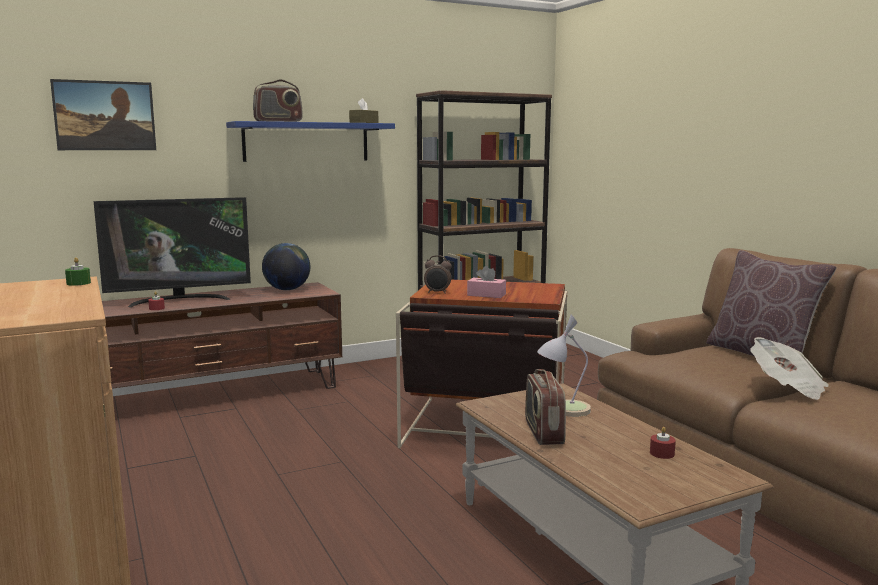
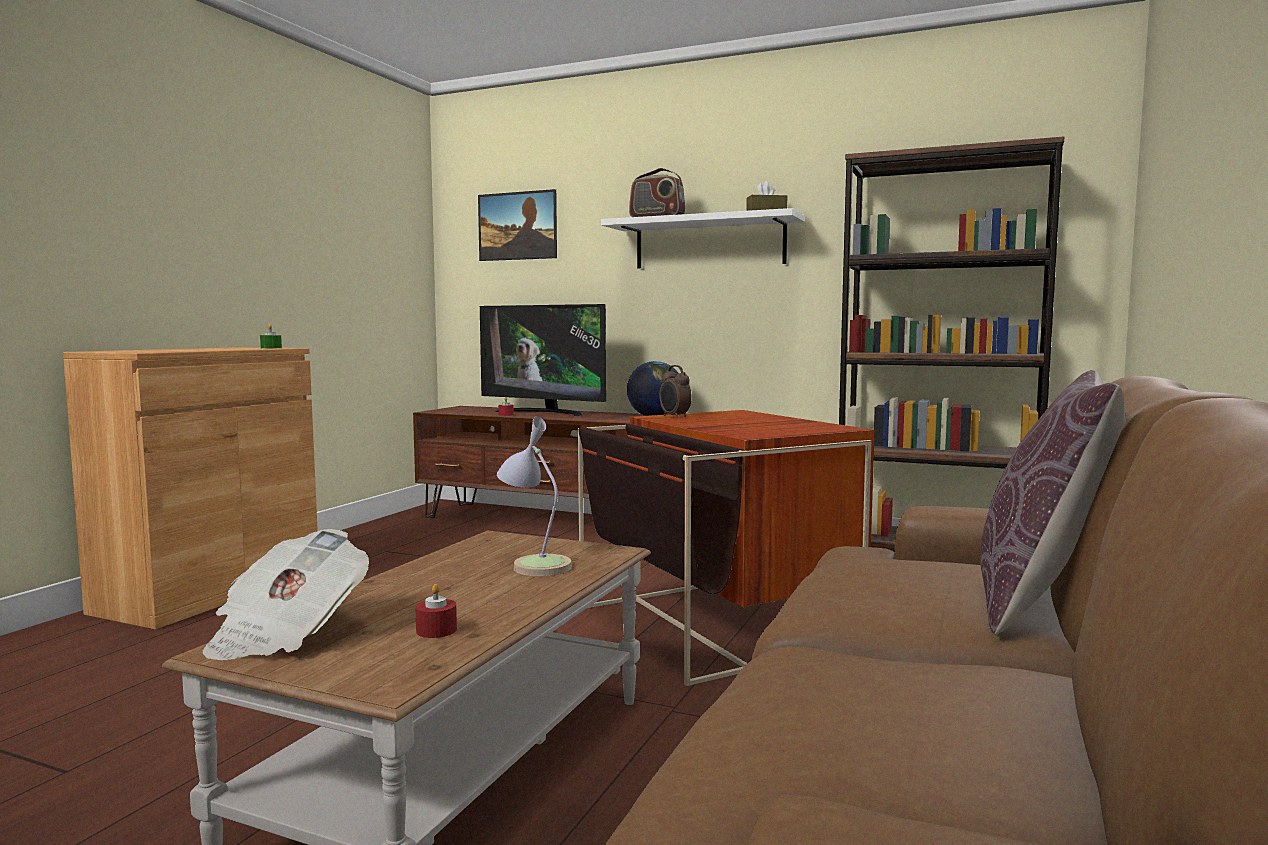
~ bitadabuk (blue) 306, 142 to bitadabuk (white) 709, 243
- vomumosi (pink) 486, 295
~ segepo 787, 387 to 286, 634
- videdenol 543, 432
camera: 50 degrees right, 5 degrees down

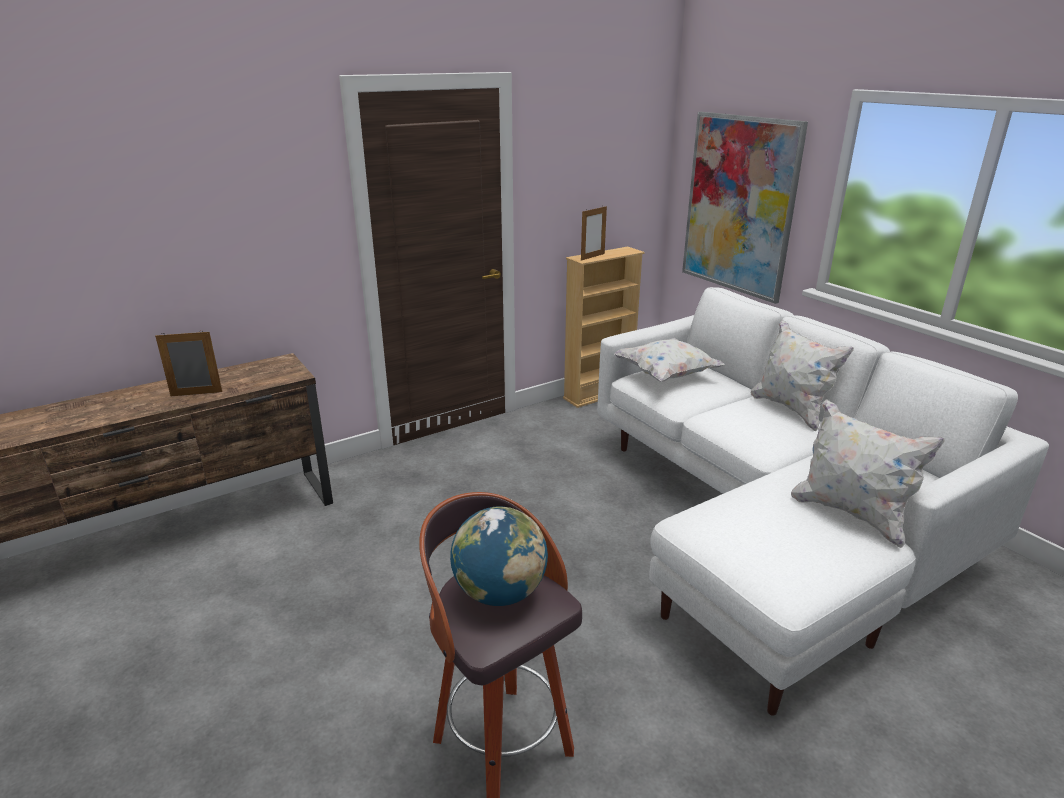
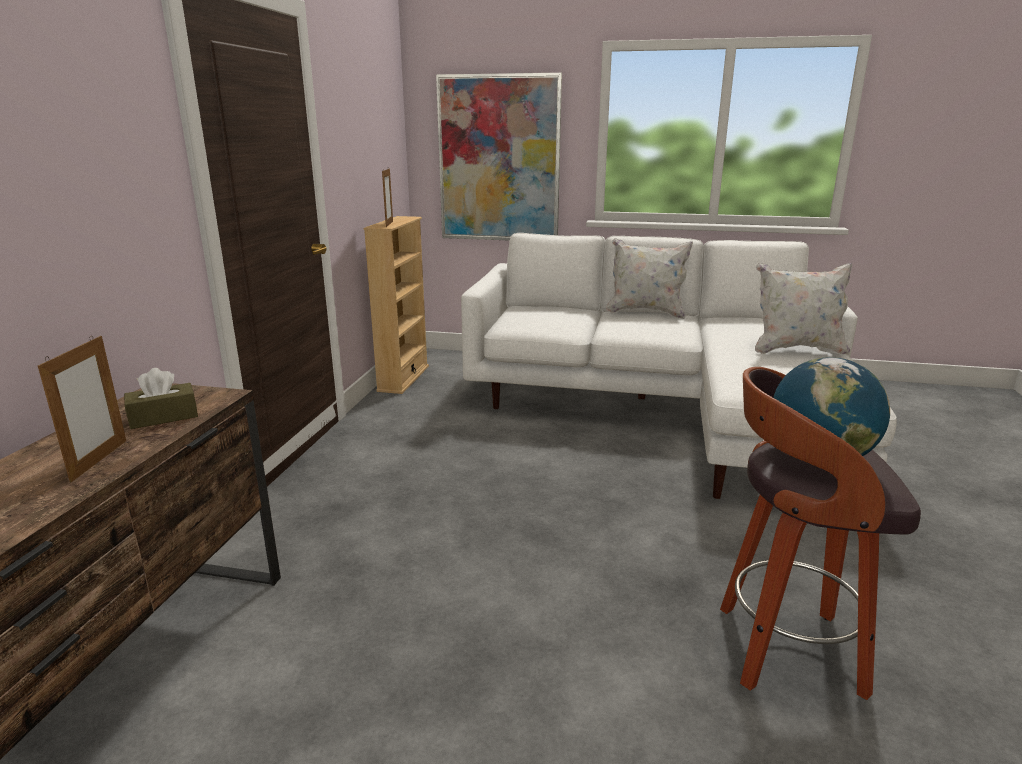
~ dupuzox 196, 394 = 99, 460 150 degrees clockwise
- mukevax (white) 666, 375
+ vomumosi (brown) 164, 417
camera: 45 degrees left, 5 degrees down

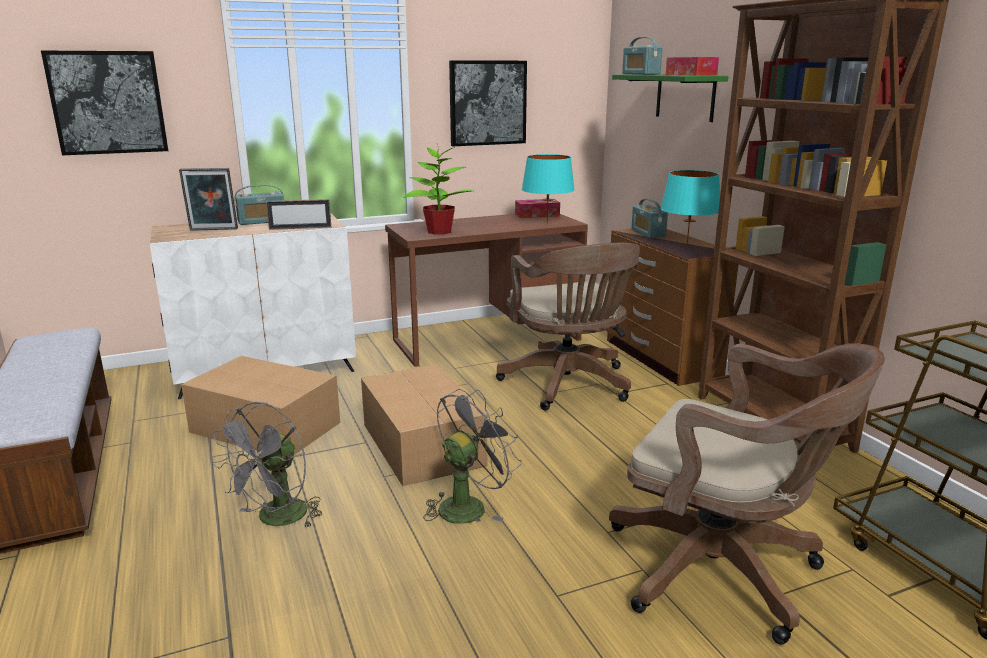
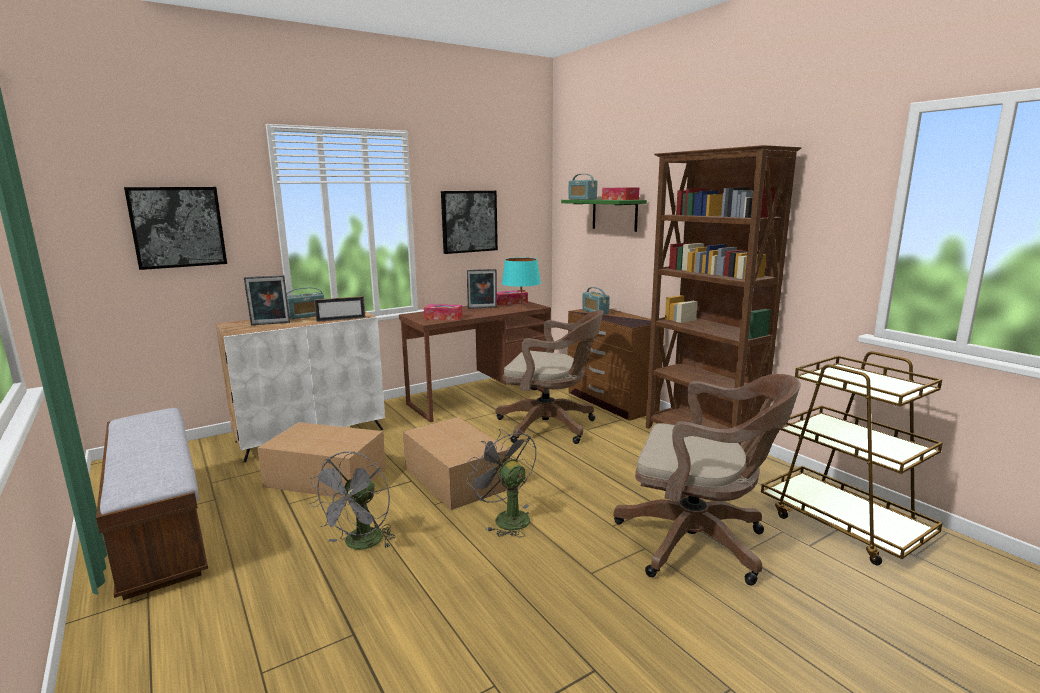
~ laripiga 438, 231 to vomumosi 443, 317
- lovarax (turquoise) 686, 247
~ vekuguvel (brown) 568, 385 = 551, 426 45 degrees counterclockwise
~ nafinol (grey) 468, 505 = 506, 518 75 degrees counterclockwise
+ dupuzox 482, 308
camera: 10 degrees left, 5 degrees down

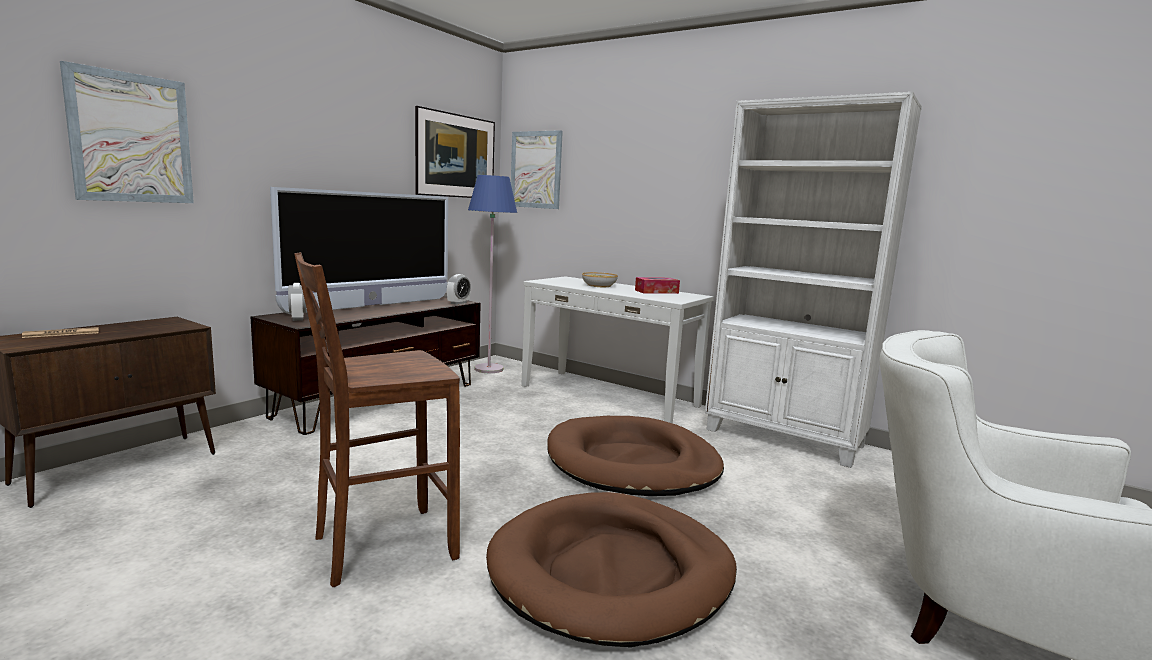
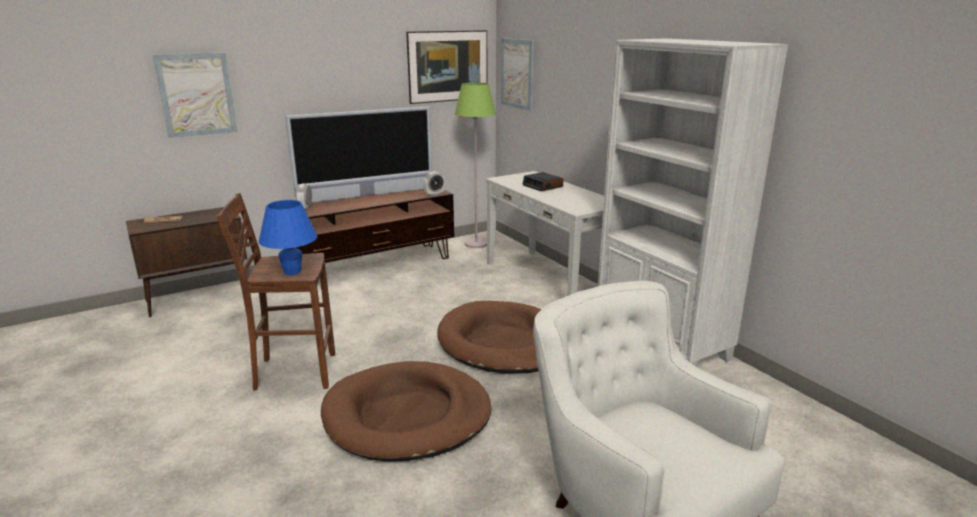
~ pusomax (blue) 489, 369 to pusomax (green) 476, 244
~ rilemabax 599, 285 to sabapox 543, 186
- vomumosi 656, 292
+ lovarax (blue) 292, 271
camera: 25 degrees right, 10 degrees up

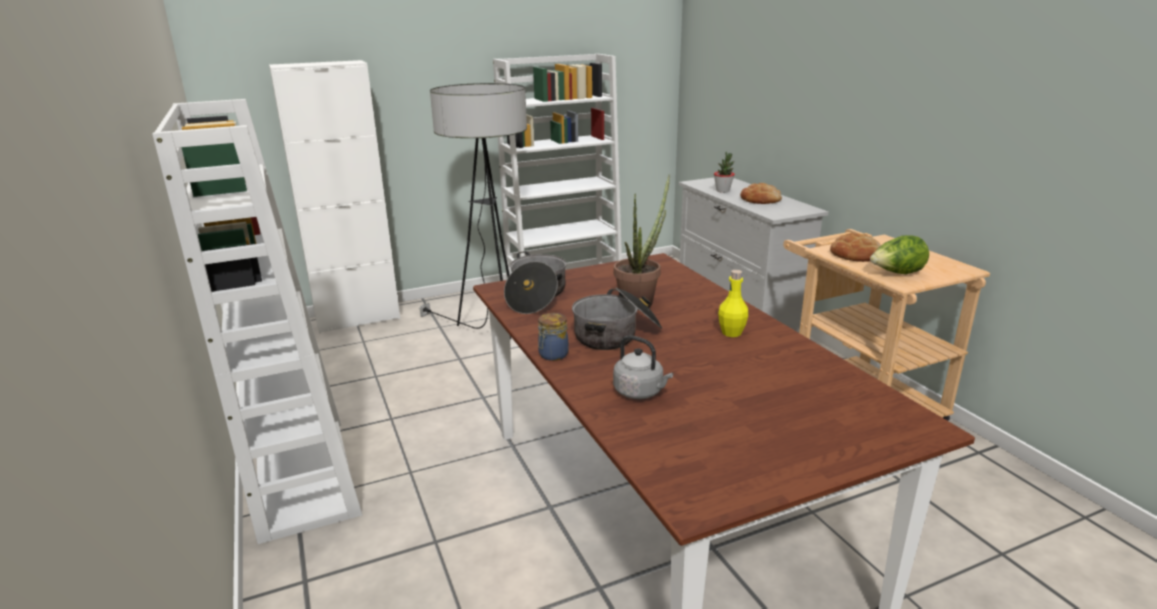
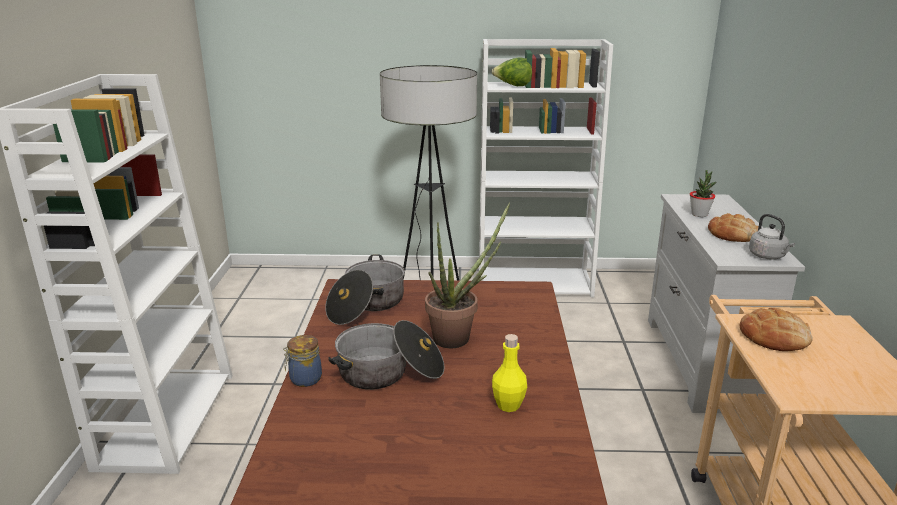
- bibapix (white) 358, 319
~ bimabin 896, 274 to 513, 86
~ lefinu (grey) 640, 392 to 768, 256
camera: 25 degrees right, 0 degrees up

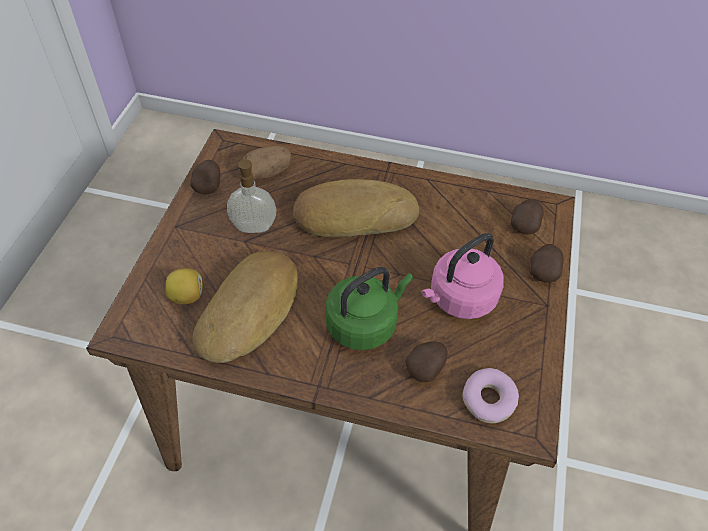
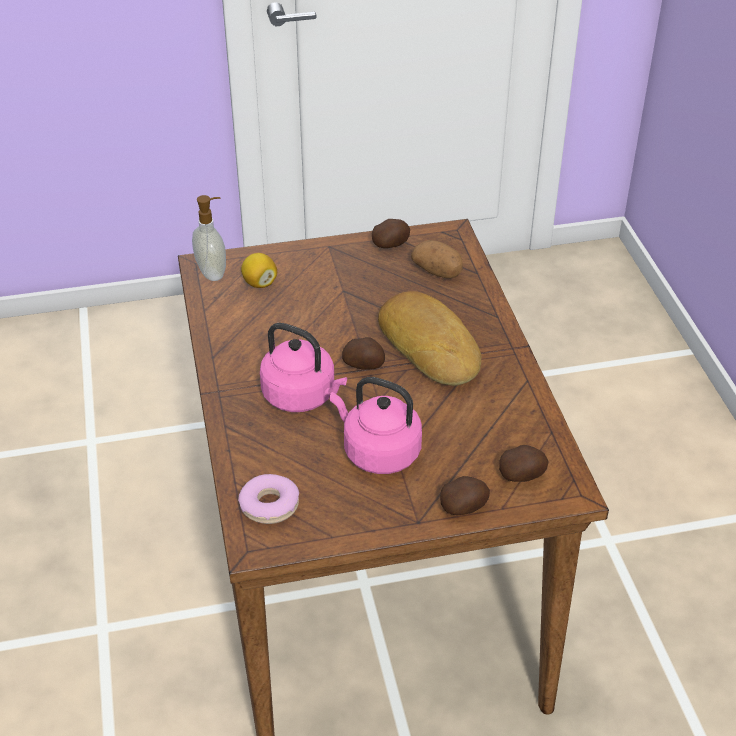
~ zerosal 254, 226 to 213, 272
- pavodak 251, 311
~ lefinu (green) 364, 323 to lefinu (pink) 302, 396
~ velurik 426, 368 to 364, 365
camera: 65 degrees right, 10 degrees down

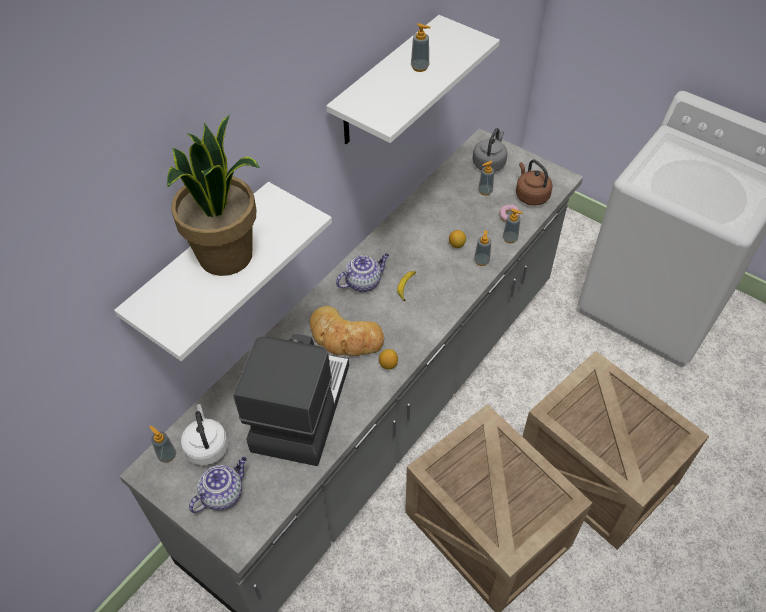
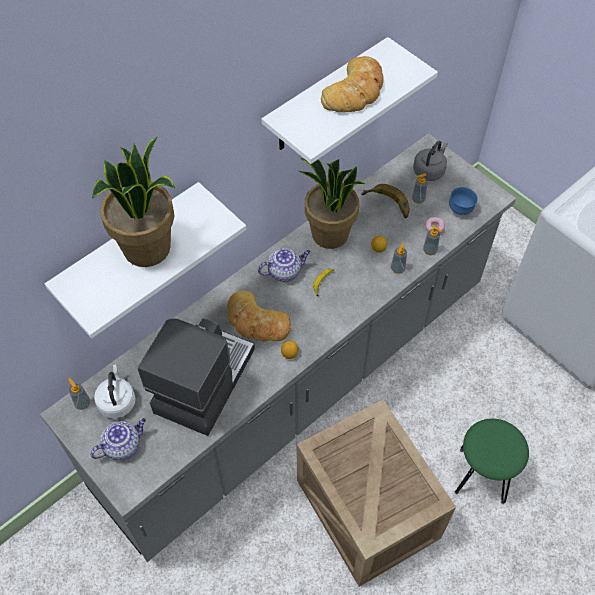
~ zerosal 420, 67 to pavodak 355, 91
~ lefinu (brown) 531, 195 to rilemabax (blue) 460, 209
~ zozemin 598, 472 to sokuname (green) 482, 475
+ laripiga 329, 235
+ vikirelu 386, 205
camera: 10 degrees right, 5 degrees up

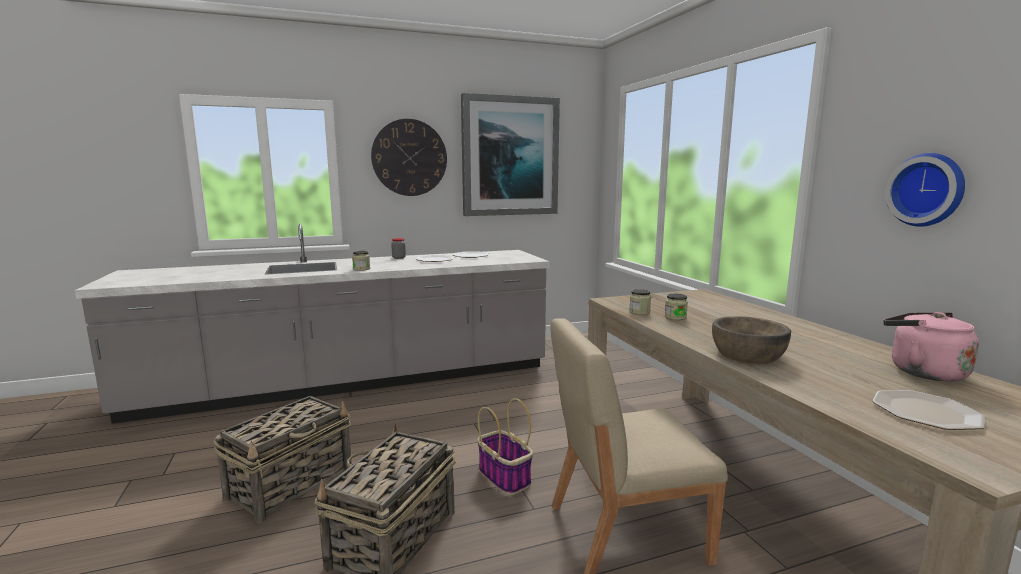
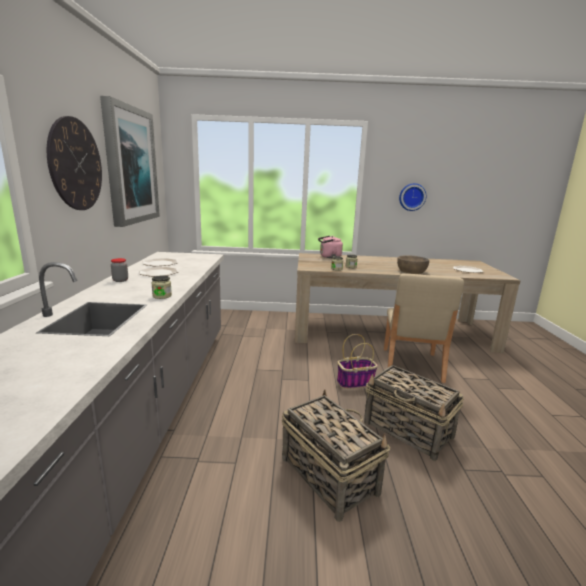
~ lefinu (pink) 922, 372 to 329, 257
camera: 70 degrees left, 5 degrees up

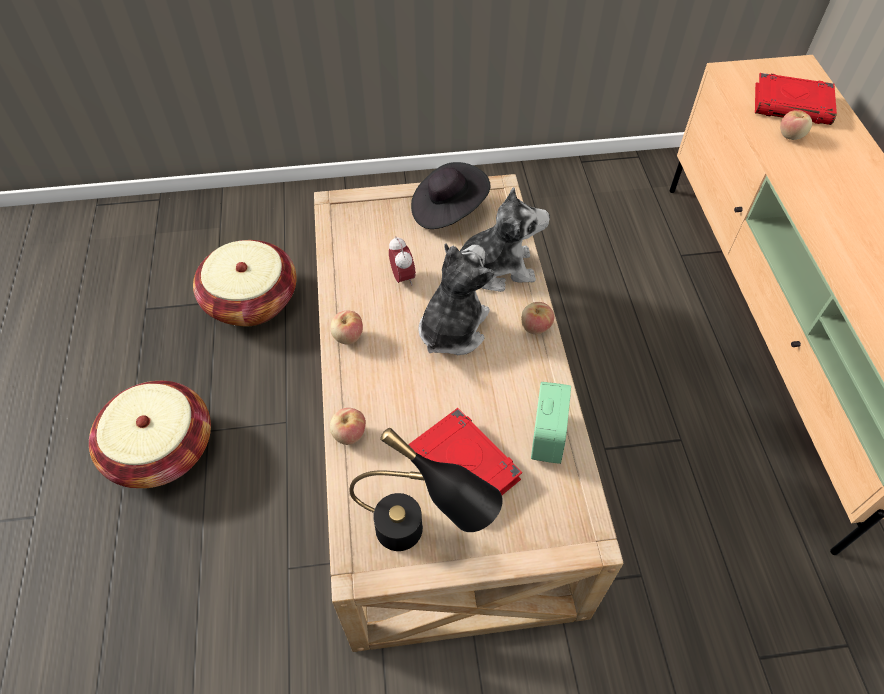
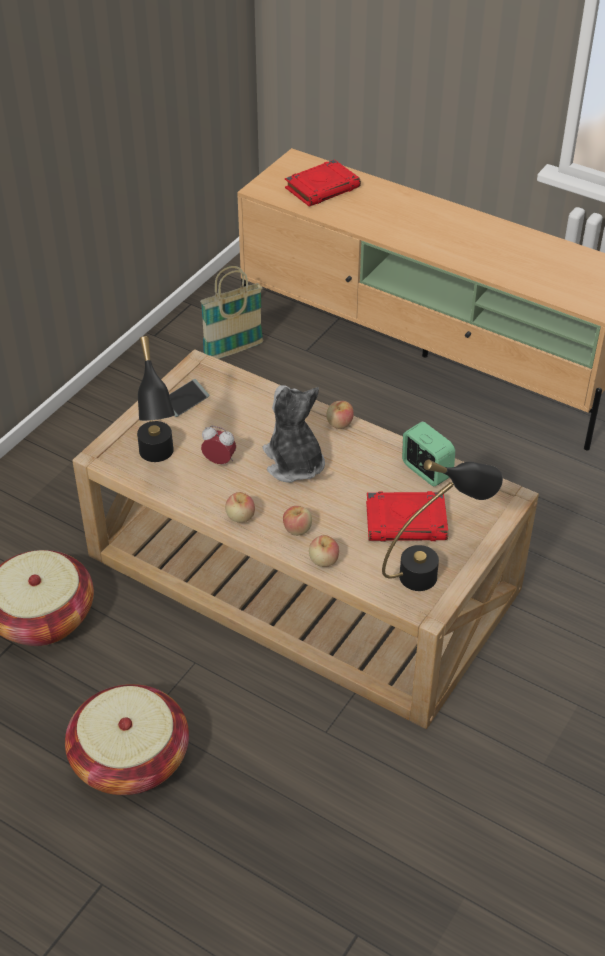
~ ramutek 791, 135 to 297, 529
~ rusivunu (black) 447, 210 to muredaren 185, 402
- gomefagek 496, 268
+ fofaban 233, 351
+ lovarax (black) 158, 462
camera: 50 degrees left, 10 degrees down

